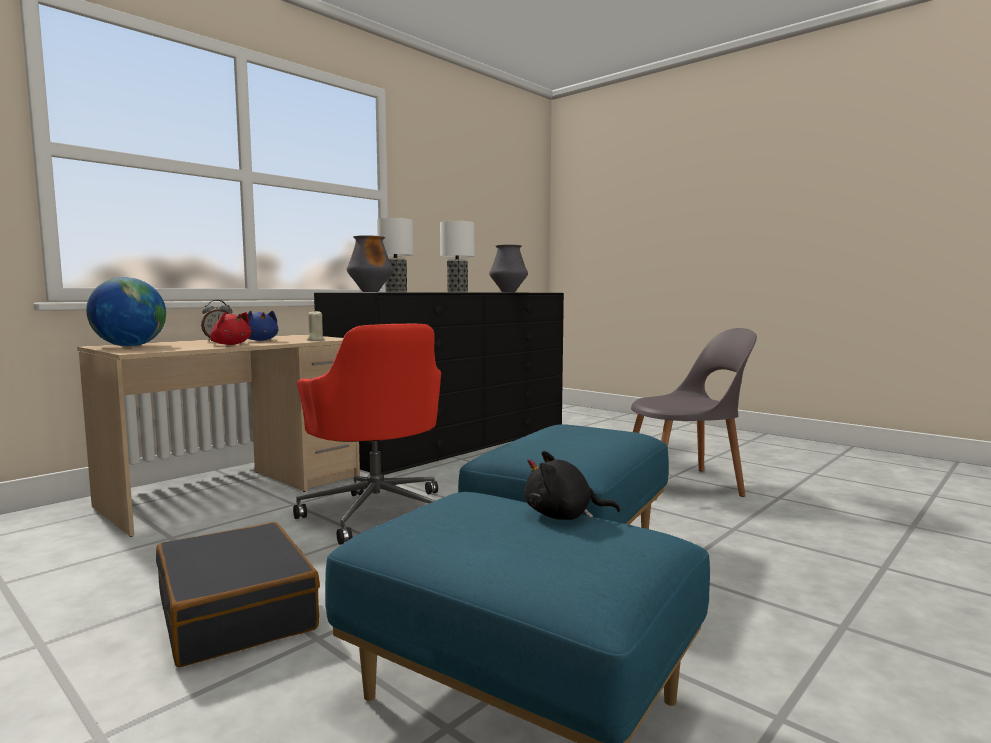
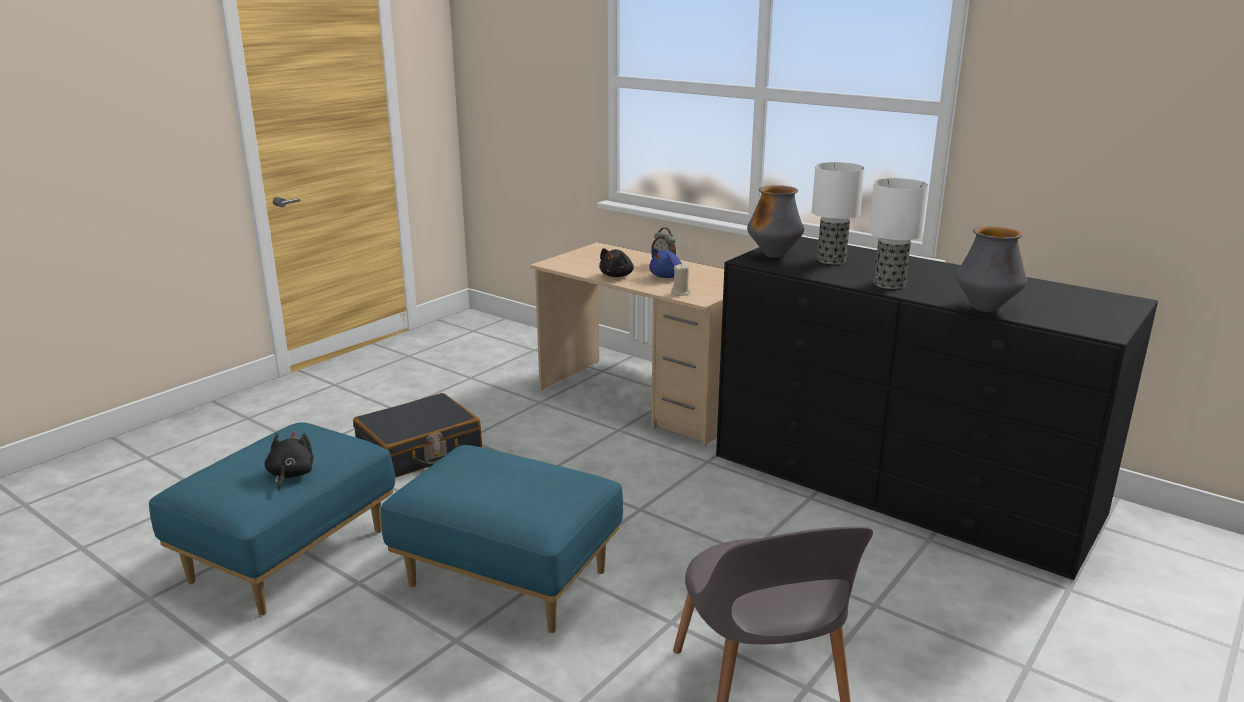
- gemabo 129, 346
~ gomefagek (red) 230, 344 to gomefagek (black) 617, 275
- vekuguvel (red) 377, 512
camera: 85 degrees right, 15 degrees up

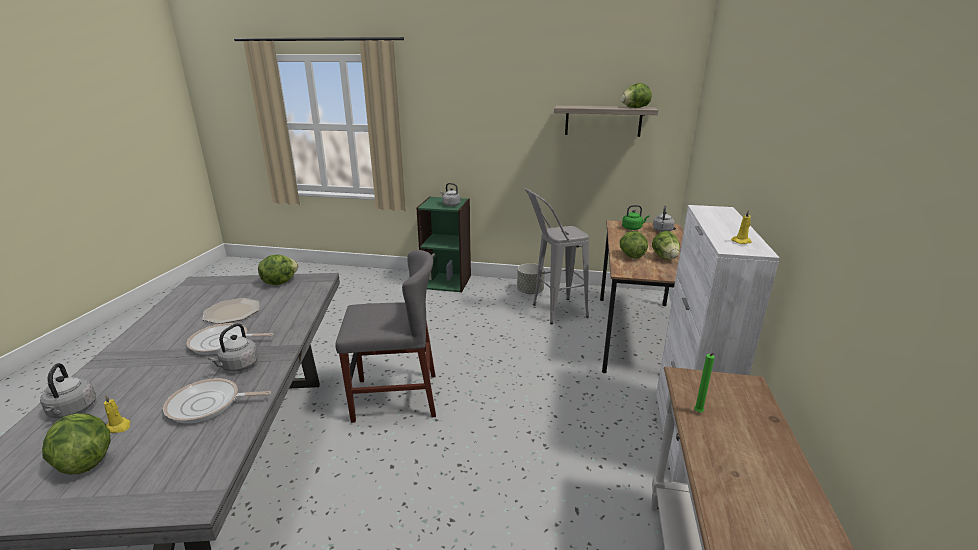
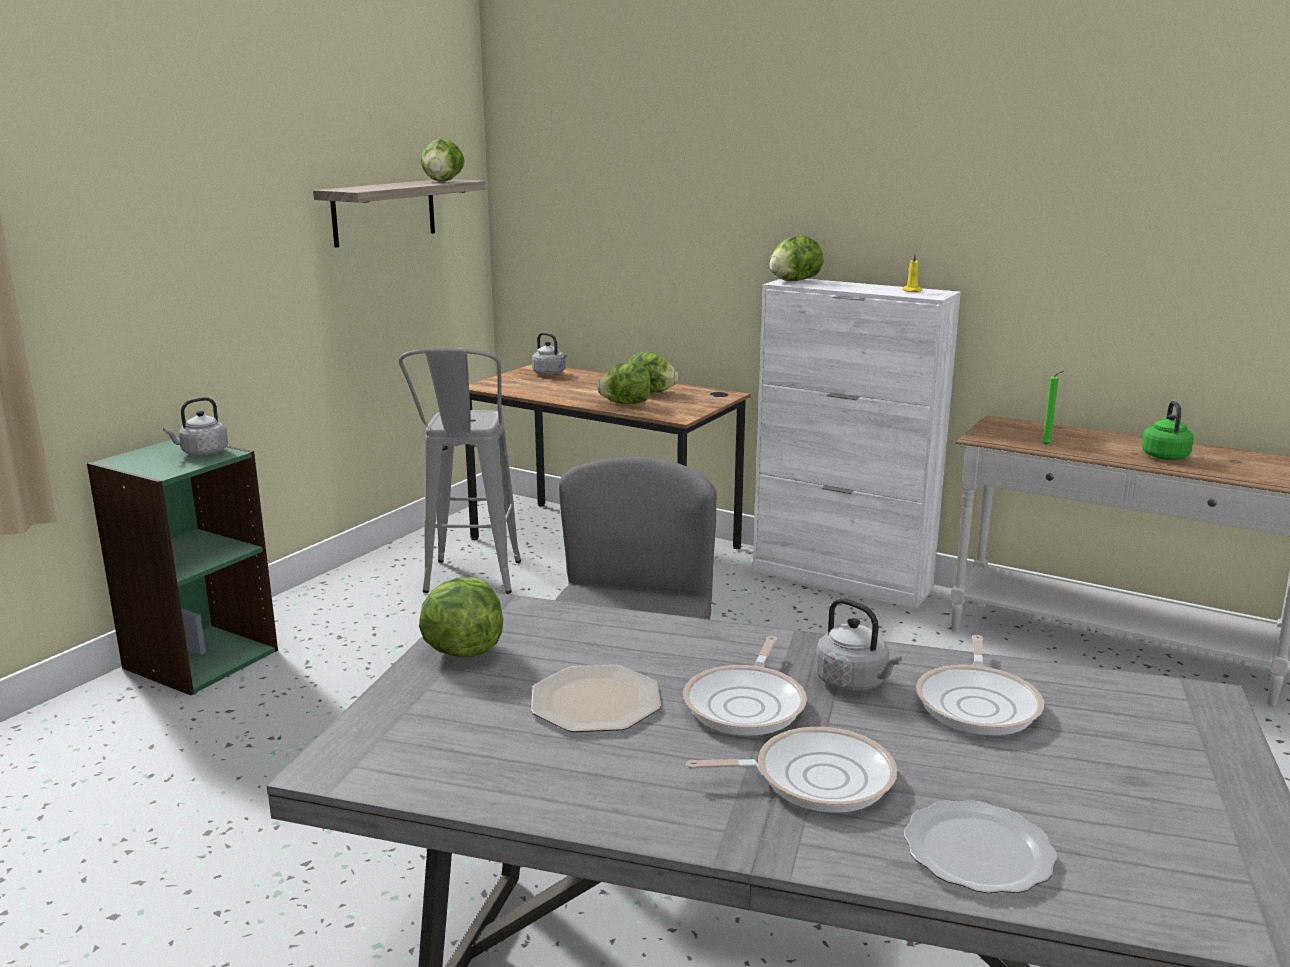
~ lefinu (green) 633, 228 to 1164, 456
- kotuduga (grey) 530, 291
~ lefinu (grey) 72, 411 to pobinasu 979, 850
- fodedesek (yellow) 118, 427
~ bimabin 84, 461 to 794, 281
+ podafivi 815, 778
camera: 70 degrees left, 5 degrees down

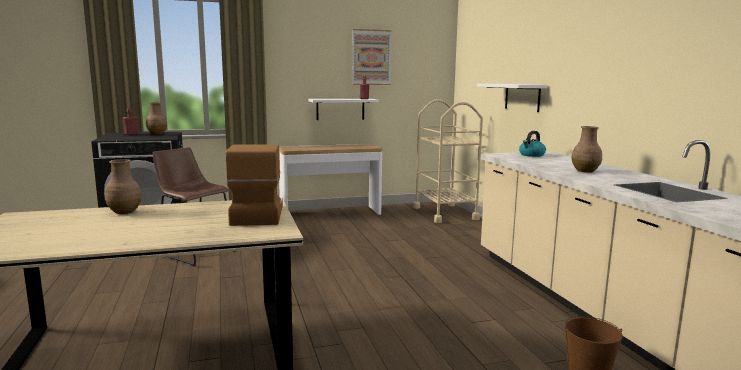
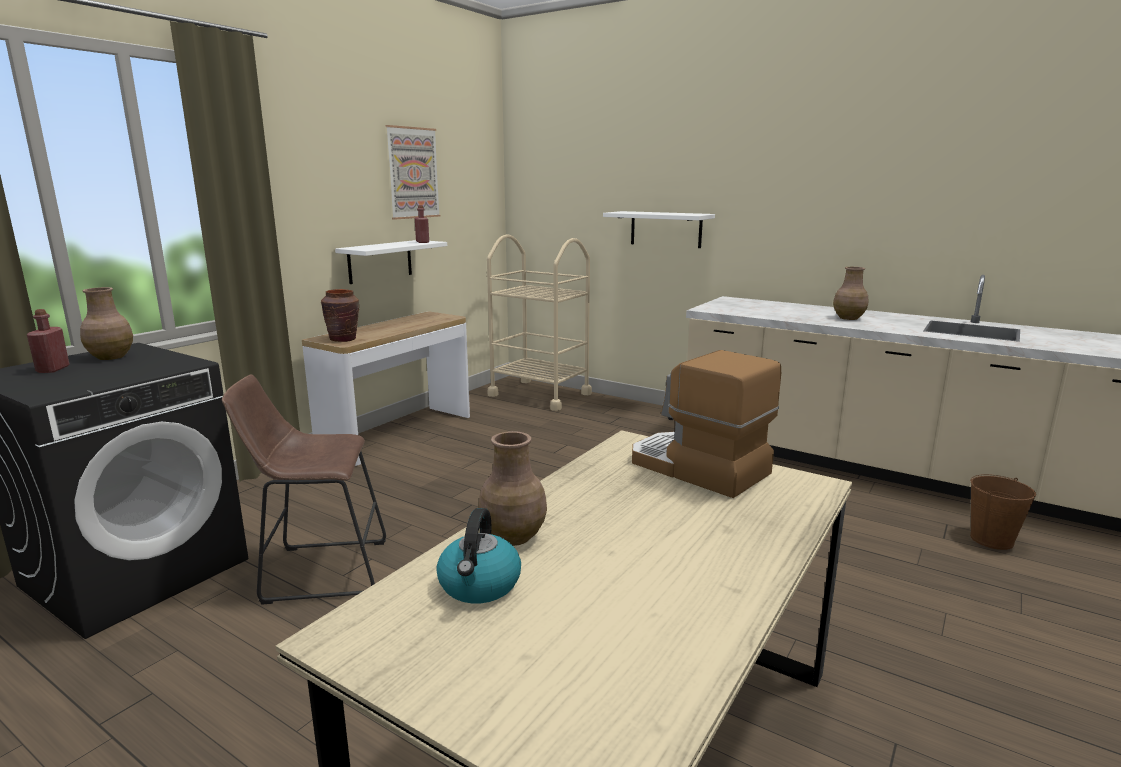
~ lefinu 531, 155 to 479, 585
+ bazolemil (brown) 343, 339
camera: 40 degrees left, 5 degrees up

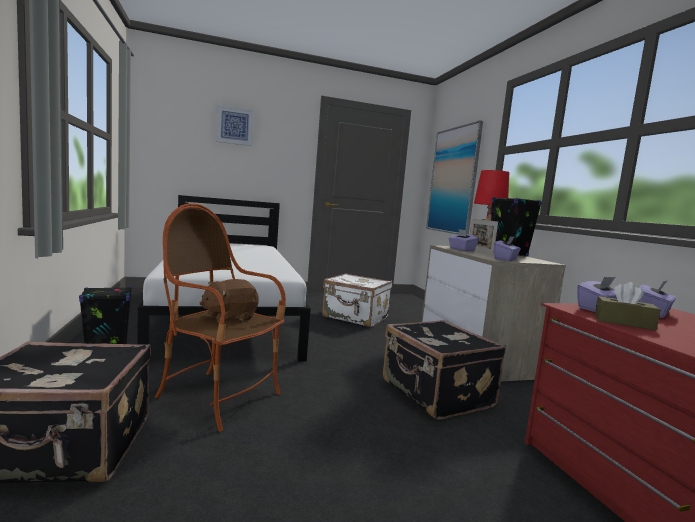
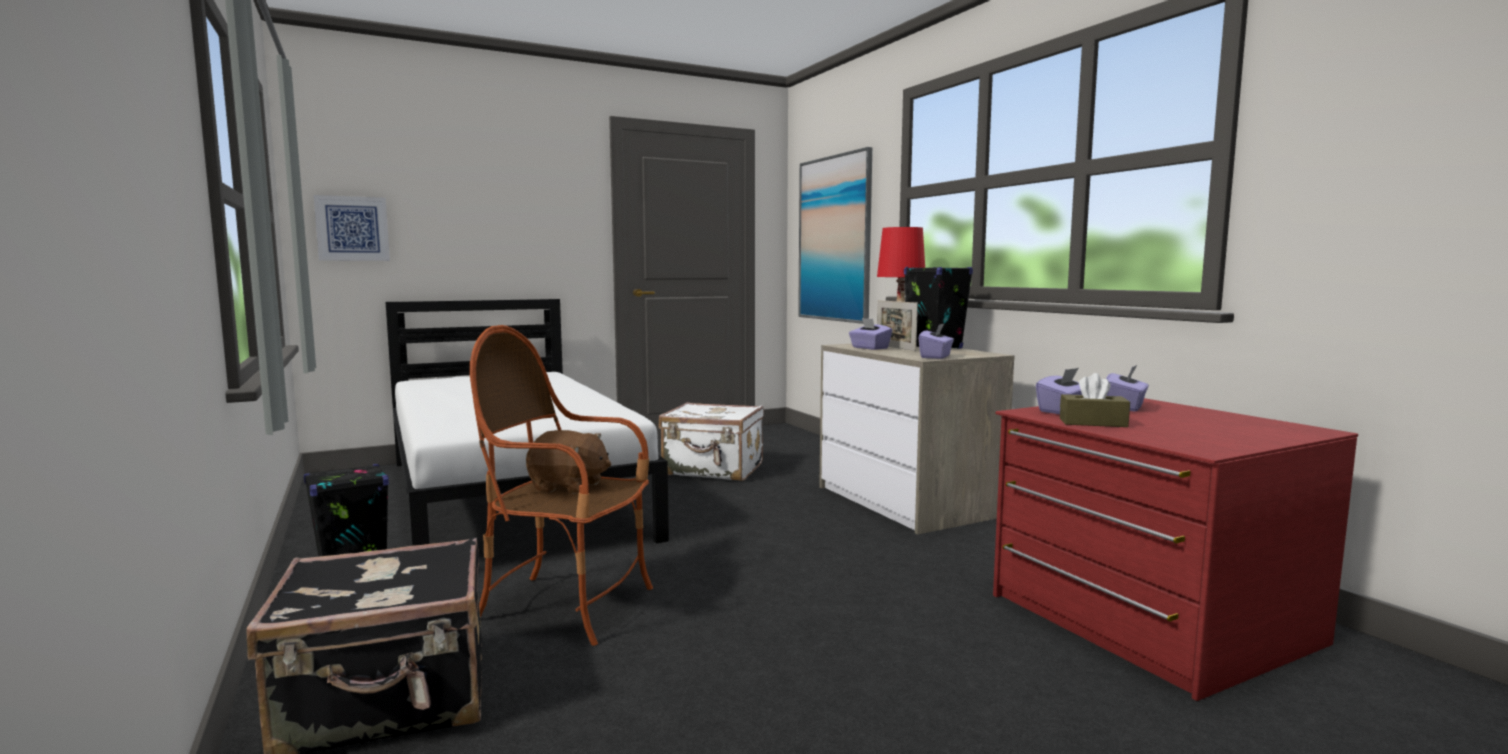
~ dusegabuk 234, 125 to 352, 228
~ gomefagek (brown) 229, 317 = 568, 487 120 degrees counterclockwise
- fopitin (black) 435, 394
camera: 10 degrees left, 0 degrees up

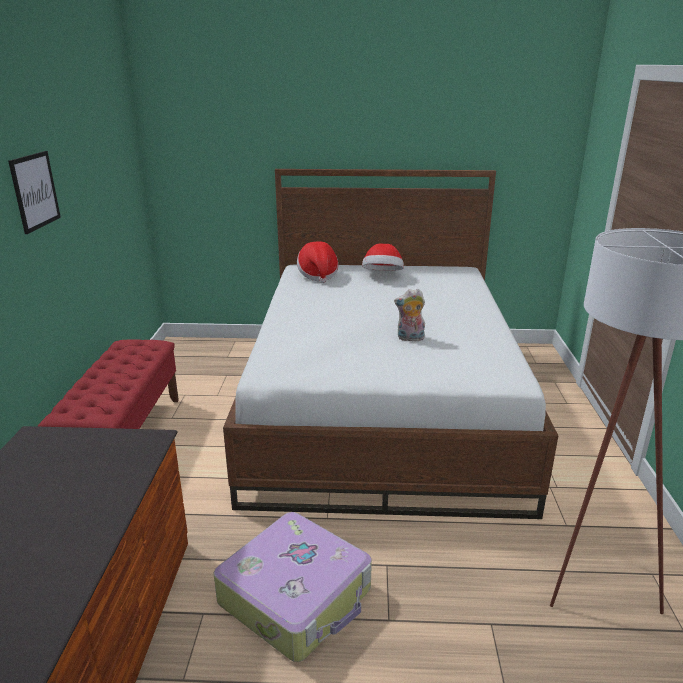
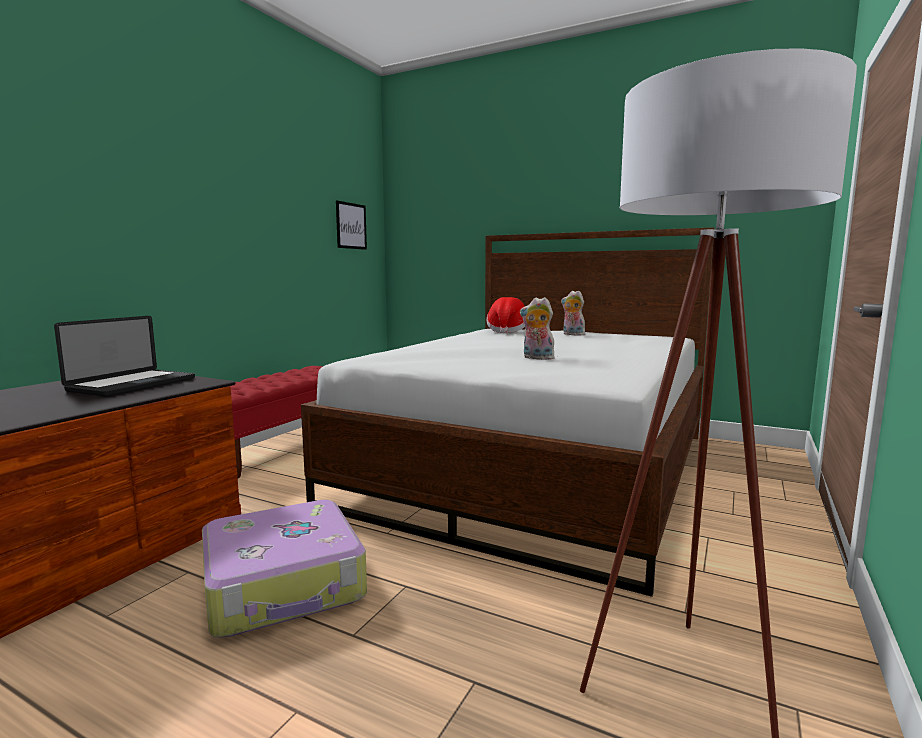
~ dusegabuk 35, 191 to 351, 226
~ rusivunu 382, 276 to gomefagek 572, 334
+ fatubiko 133, 384
camera: 25 degrees right, 15 degrees down

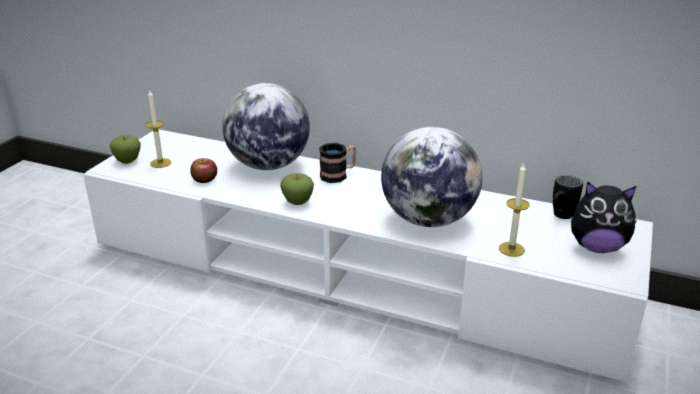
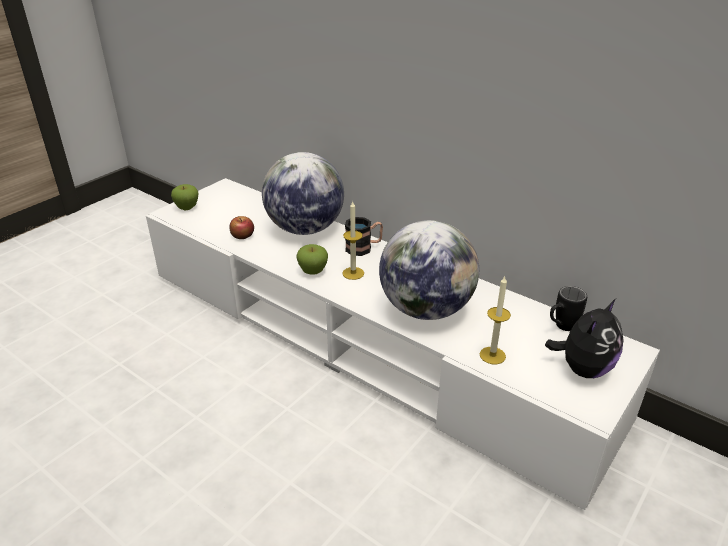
~ fodedesek 160, 163 to 353, 273
~ gomefagek 597, 247 = 583, 368 75 degrees counterclockwise
camera: 15 degrees right, 5 degrees up

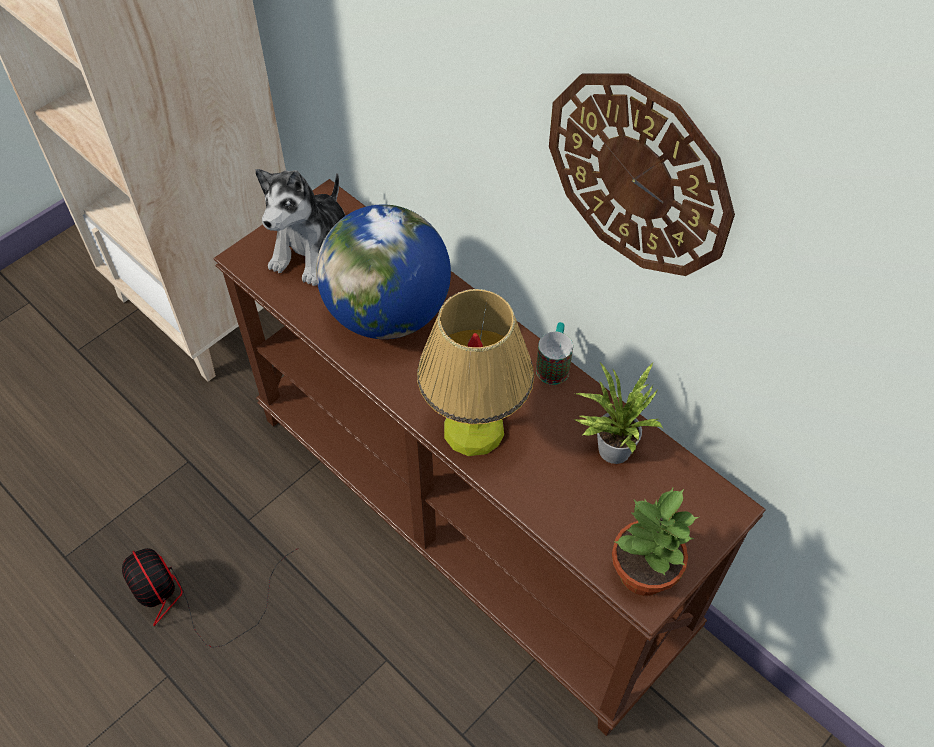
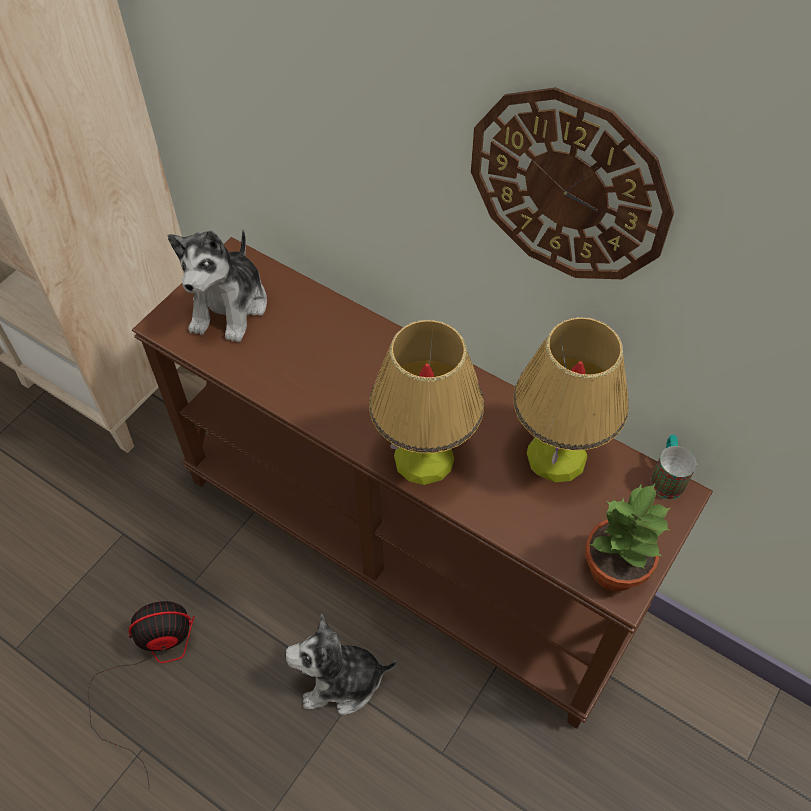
- gemabo 388, 313
~ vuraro 554, 364 to 666, 477
~ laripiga 610, 447 to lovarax 556, 455
~ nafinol 189, 598 = 150, 668 120 degrees clockwise
+ gomefagek 341, 681
camera: 10 degrees left, 0 degrees up

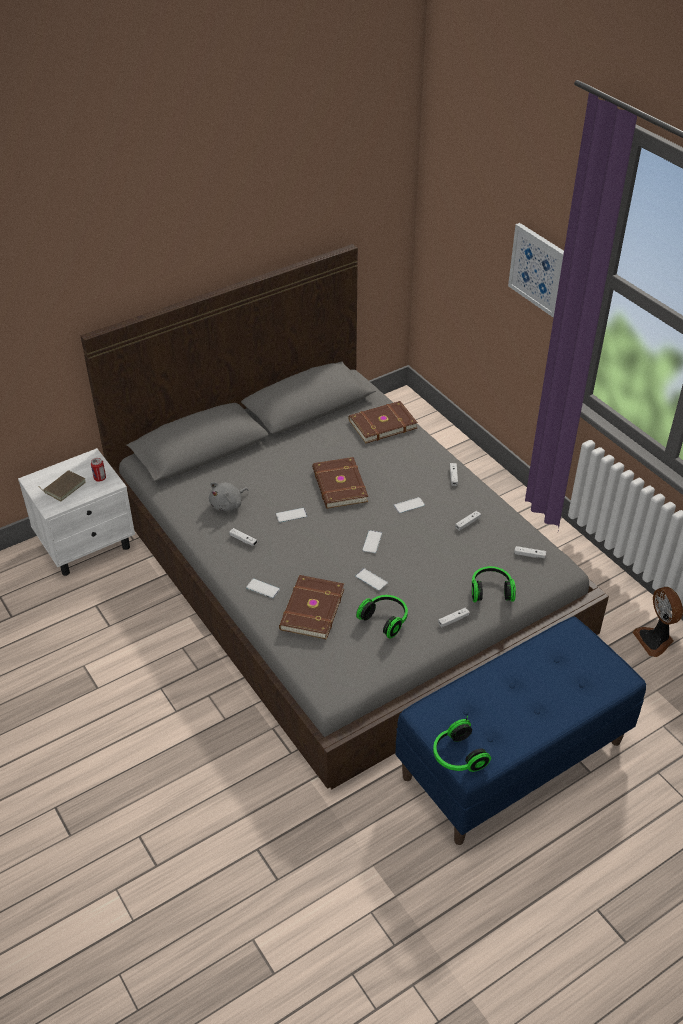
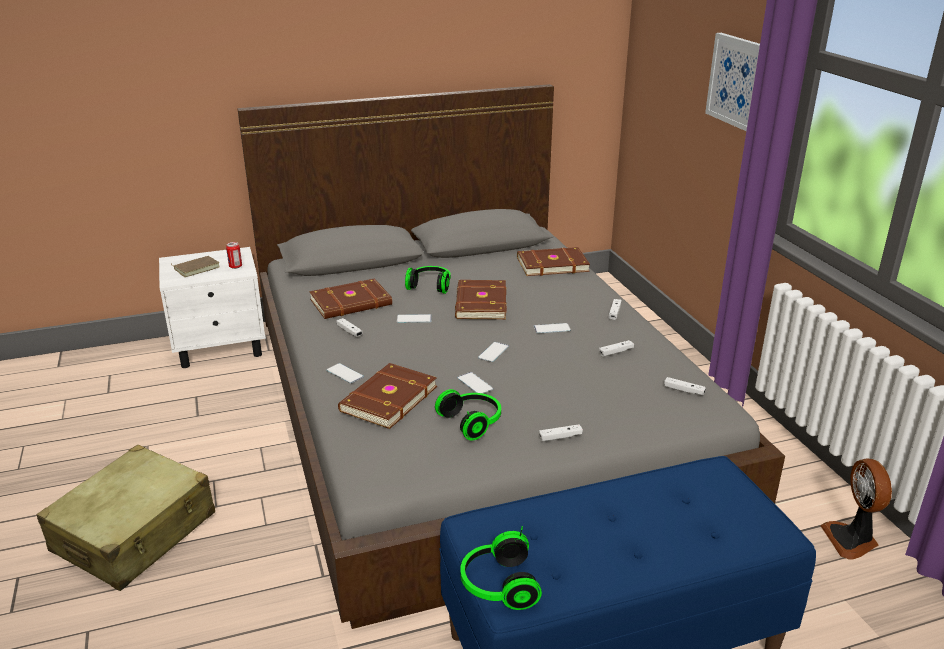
~ gomefagek (grey) 228, 505 to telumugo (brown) 352, 303
~ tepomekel 491, 590 to 430, 286
+ fopitin (beige) 135, 533
camera: 15 degrees right, 15 degrees down

